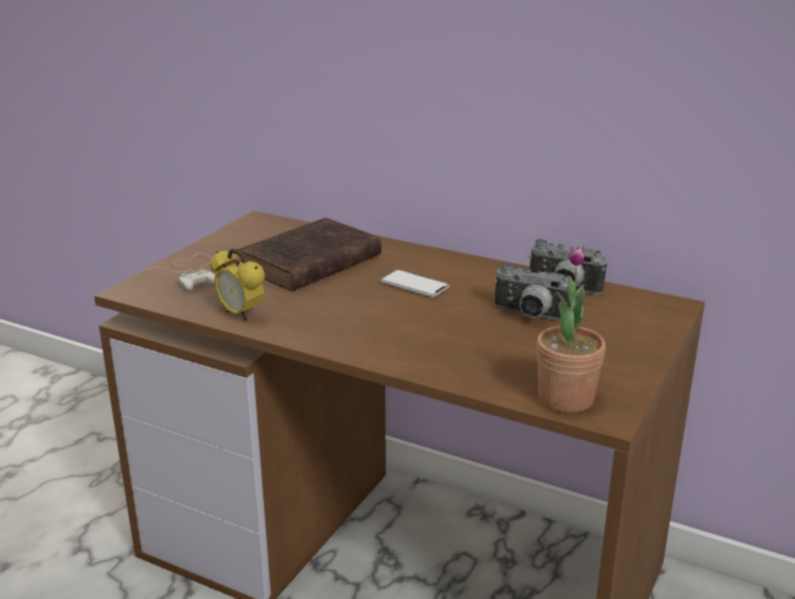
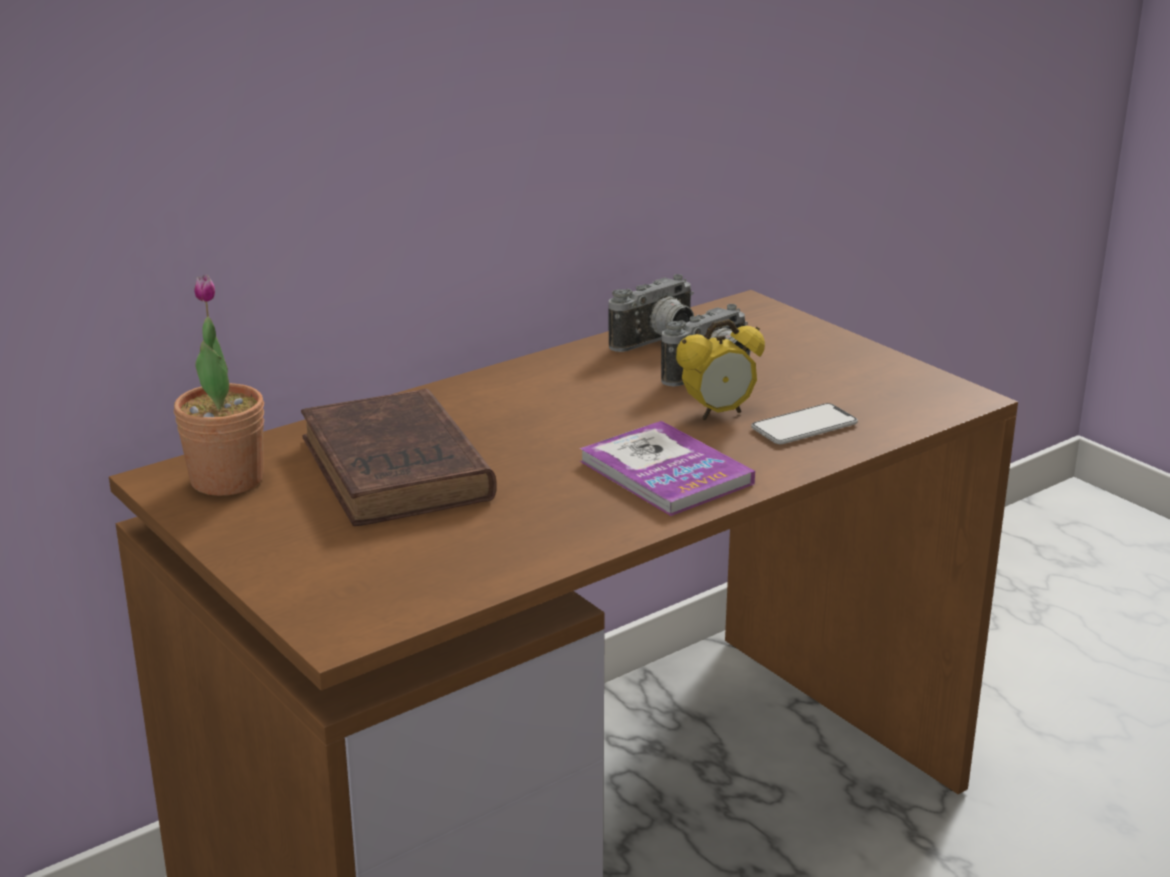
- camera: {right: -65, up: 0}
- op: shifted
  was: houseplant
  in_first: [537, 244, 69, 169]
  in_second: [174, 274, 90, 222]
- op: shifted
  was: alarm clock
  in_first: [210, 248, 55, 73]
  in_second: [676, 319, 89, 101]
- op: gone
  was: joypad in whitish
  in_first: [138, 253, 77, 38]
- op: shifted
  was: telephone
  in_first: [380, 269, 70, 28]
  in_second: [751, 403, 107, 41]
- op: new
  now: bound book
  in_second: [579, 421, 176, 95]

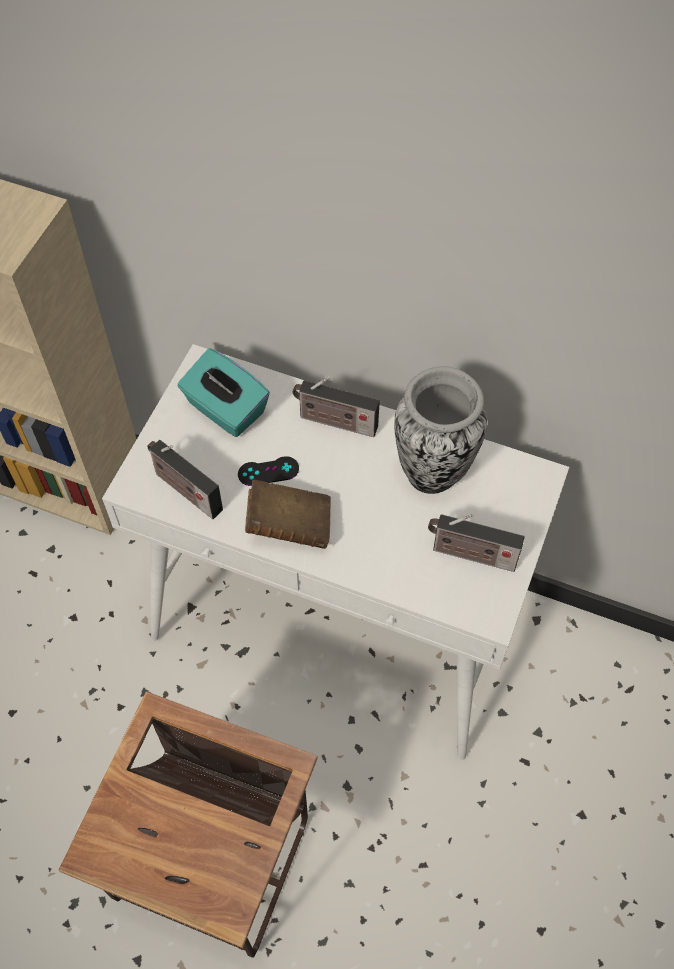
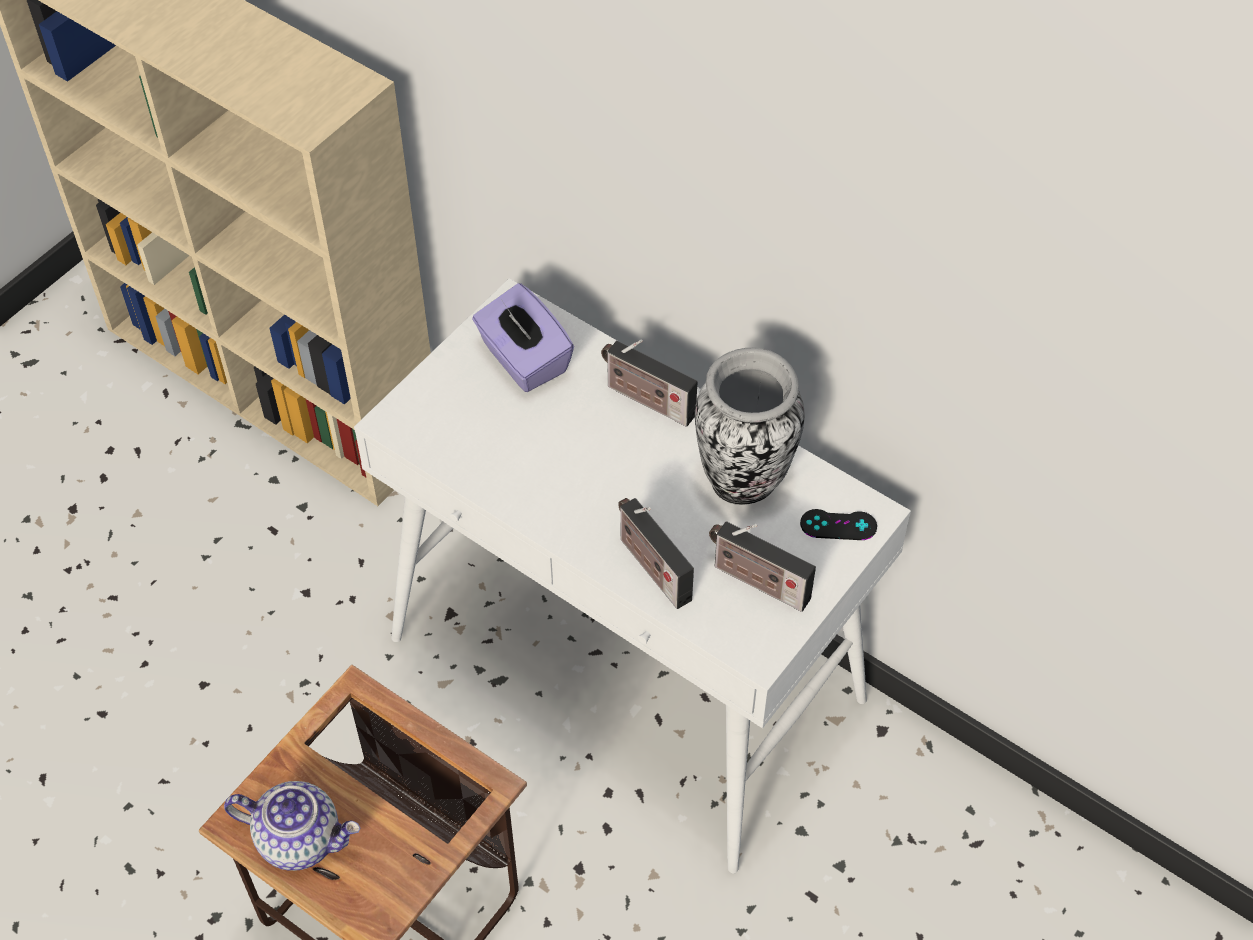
- camera: {right: 15, up: -5}
- op: repainted
  was: box of tissues in blue-green
  now: box of tissues in purple-coloured
  in_first: [177, 348, 93, 89]
  in_second: [472, 283, 102, 109]
- op: shifted
  was: radio
  in_first: [147, 440, 76, 79]
  in_second: [618, 498, 76, 111]
- op: shifted
  was: joypad in black-coloured
  in_first: [238, 456, 61, 30]
  in_second: [800, 509, 77, 31]
- op: gone
  was: bound book in brown
  in_first: [245, 479, 86, 70]
- op: new
  now: tea pot
  in_second: [224, 781, 137, 90]

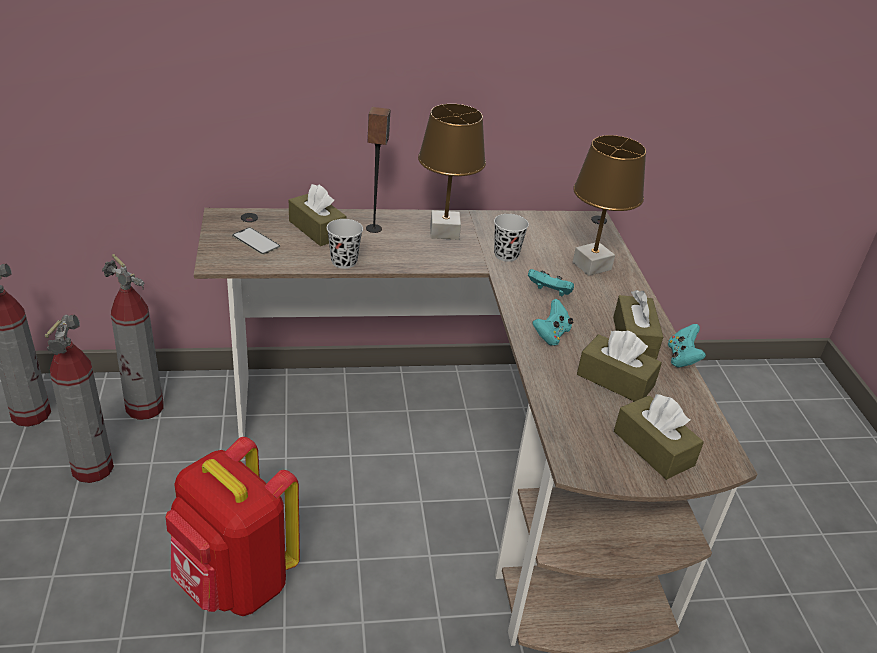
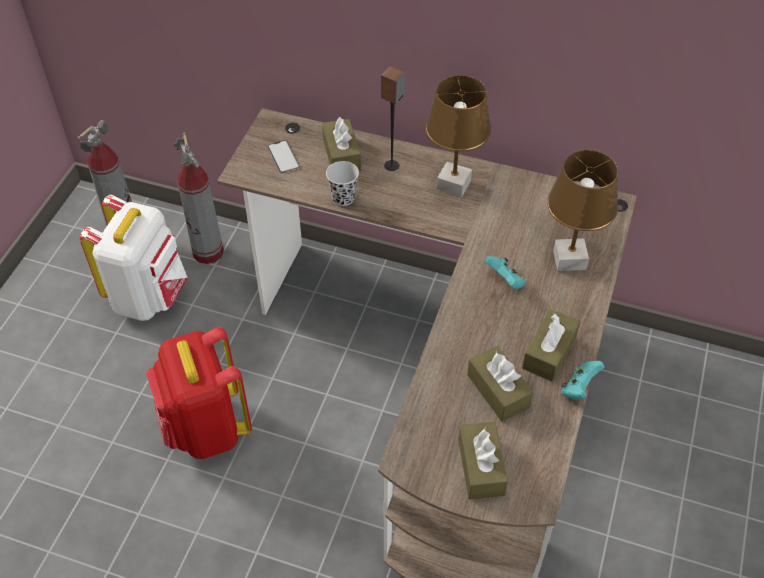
- camera: {right: 30, up: 15}
- op: gone
  was: cup in black-coloured
  in_first: [494, 214, 35, 48]
- op: gone
  was: joypad in blue-green
  in_first: [532, 299, 41, 47]
- op: swapped
  was: fire-fighting cylinder
  now: rucksack in whitish
  in_first: [45, 314, 69, 169]
  in_second: [80, 195, 108, 126]

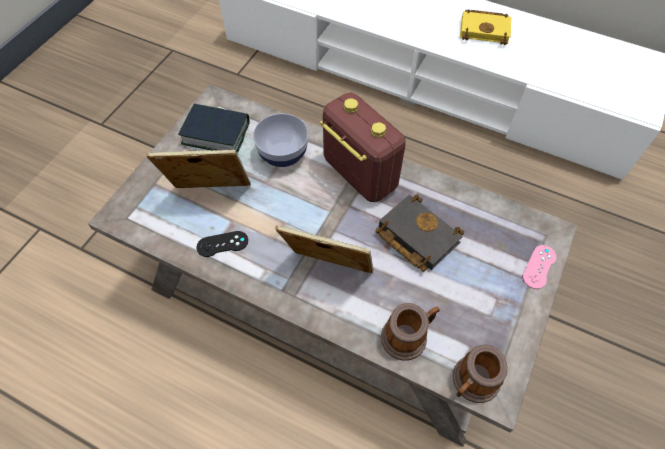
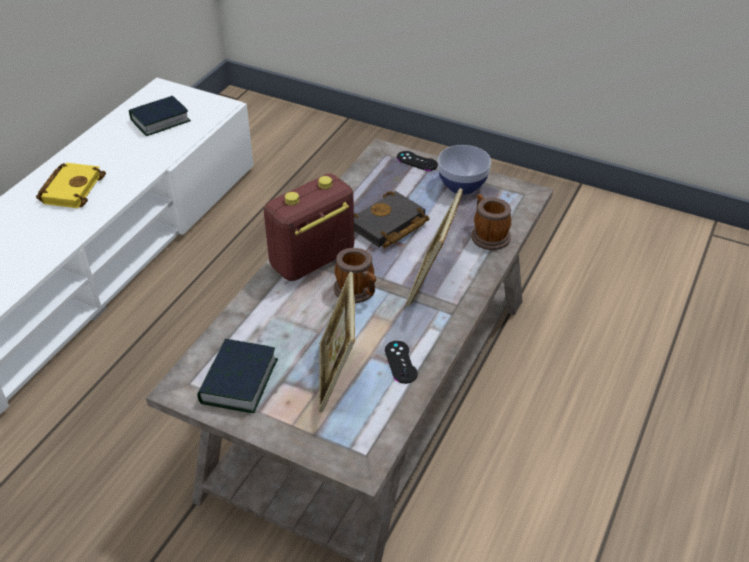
- camera: {right: -90, up: -15}
- op: shifted
  was: bowl
  in_first: [253, 114, 55, 53]
  in_second: [438, 145, 53, 50]
- op: repainted
  was: joypad in pink
  now: joypad in black-coloured
  in_first: [522, 245, 35, 44]
  in_second: [397, 151, 41, 20]
- op: shifted
  was: tea mug
  in_first: [453, 345, 54, 58]
  in_second: [334, 248, 42, 55]
- op: new
  now: bound book
  in_second: [129, 96, 62, 40]

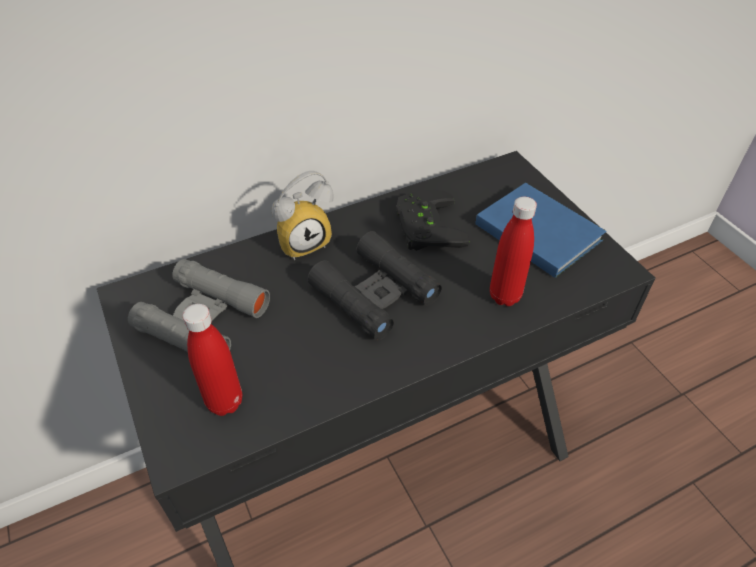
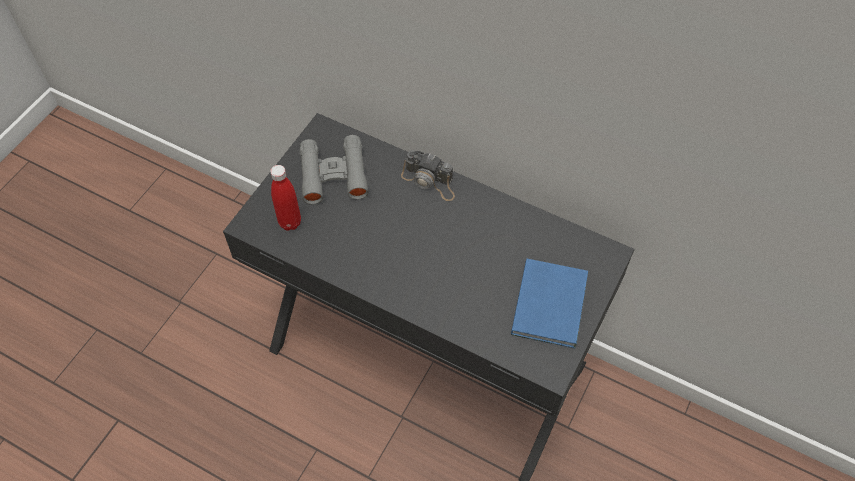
- camera: {right: 55, up: 10}
- op: swapped
  was: alarm clock
  now: photo camera
  in_first: [272, 171, 61, 89]
  in_second: [401, 150, 54, 51]
- op: gone
  was: joypad in black-coloured
  in_first: [397, 190, 73, 61]
- op: gone
  was: bottle in red
  in_first: [490, 197, 47, 109]
- op: gone
  was: pair of binoculars in black-coloured
  in_first: [308, 231, 134, 109]

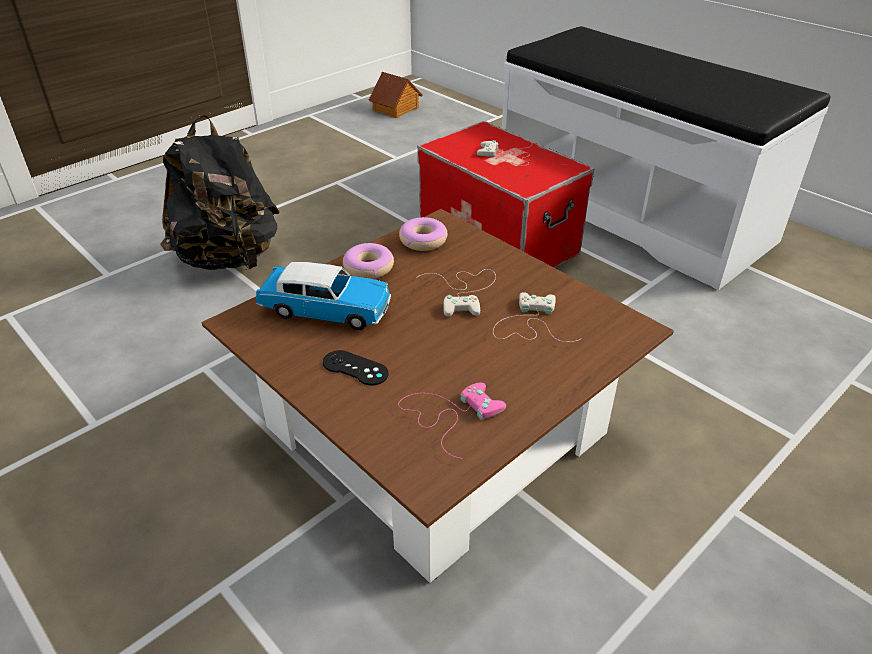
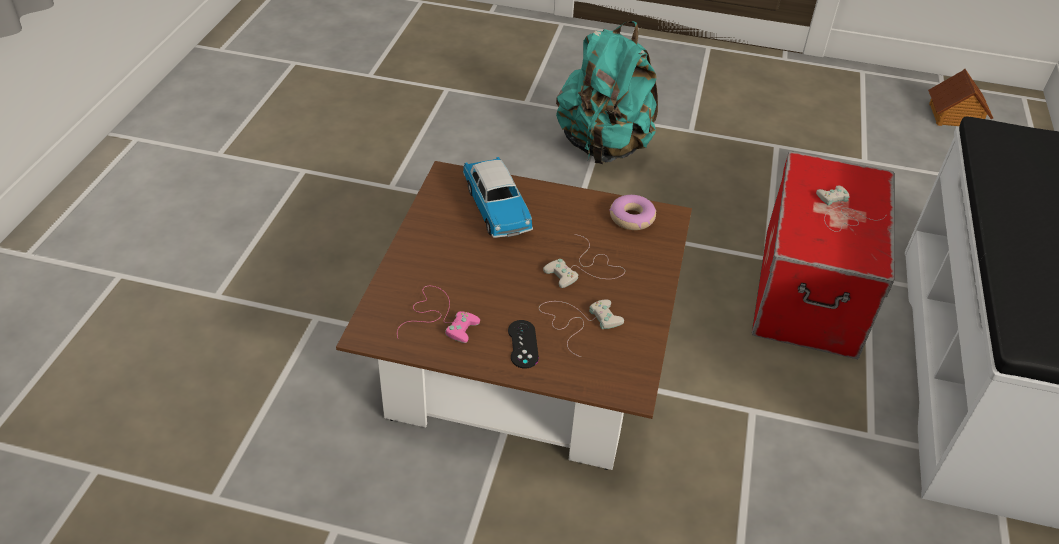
- camera: {right: 55, up: 5}
- op: repainted
  was: rucksack in black-coloured
  now: rucksack in blue-green
  in_first: [160, 115, 119, 155]
  in_second: [556, 21, 102, 143]
- op: gone
  was: doughnut
  in_first: [343, 243, 51, 36]
- op: shifted
  was: joypad in black-coloured
  in_first: [323, 350, 66, 35]
  in_second: [508, 320, 31, 49]

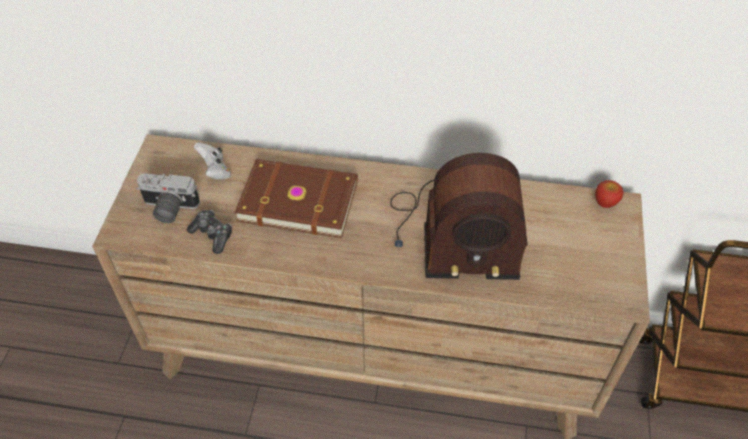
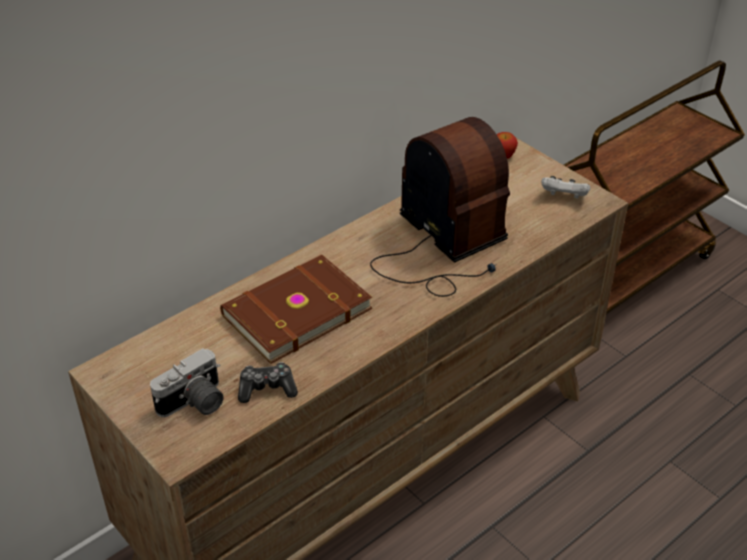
- camera: {right: -50, up: -10}
- op: shifted
  was: joypad in whitish
  in_first: [194, 142, 37, 37]
  in_second: [541, 176, 50, 23]
- op: rotated
  was: radio
  in_first: [390, 153, 138, 127]
  in_second: [370, 117, 140, 180]
  clockwise: -75

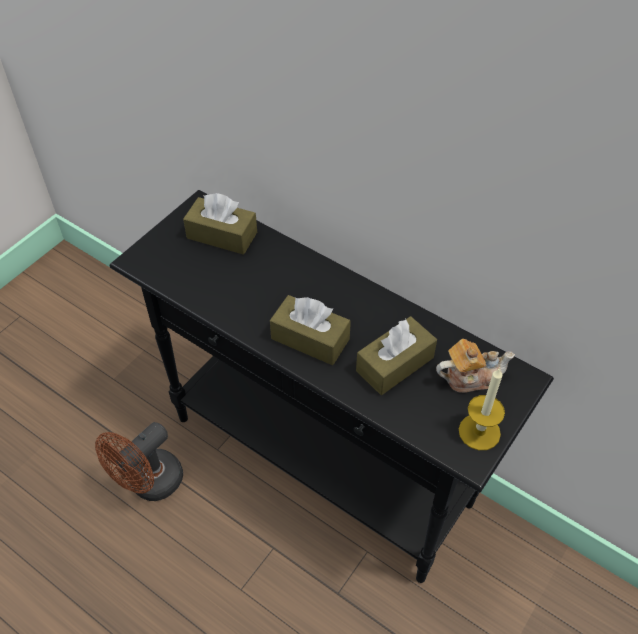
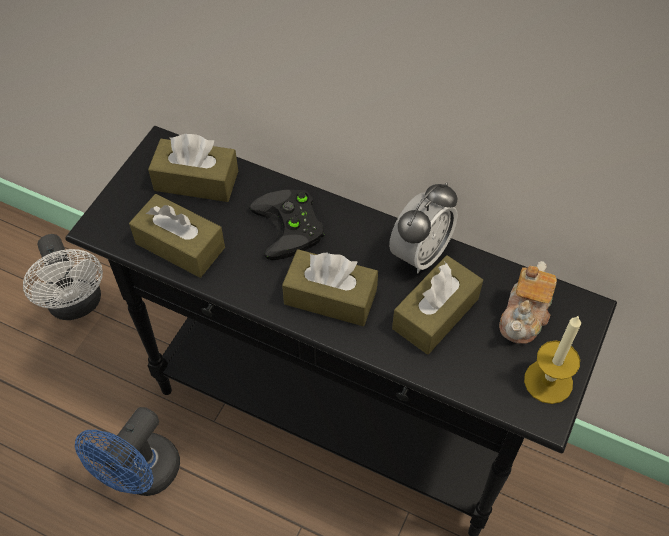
- camera: {right: -10, up: 5}
- op: rotated
  was: tea pot
  in_first: [436, 339, 79, 54]
  in_second: [499, 261, 58, 83]
  clockwise: 135
- op: repainted
  was: fan in brown
  now: fan in blue-coloured
  in_first: [95, 422, 88, 79]
  in_second: [75, 407, 105, 89]
- op: new
  now: alarm clock
  in_second: [389, 183, 69, 90]
- op: new
  now: joypad in black-coloured
  in_second: [249, 190, 75, 70]
- op: new
  now: box of tissues in brown
  in_second: [129, 194, 96, 84]
- op: new
  now: fan in whitish
  in_second: [23, 234, 80, 86]

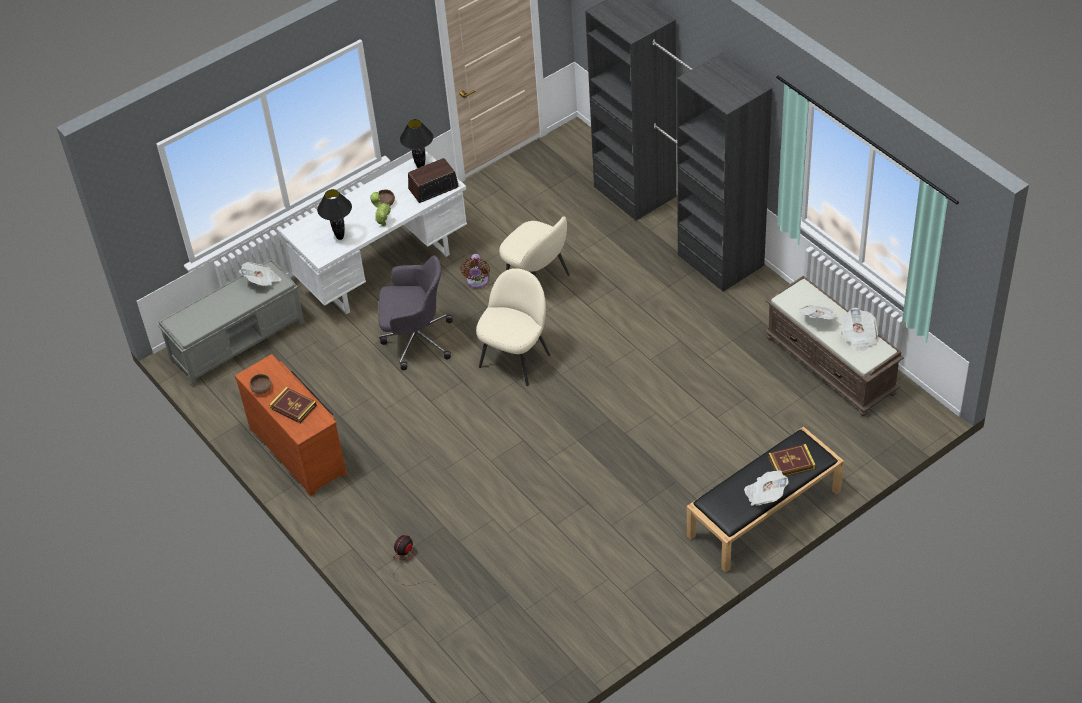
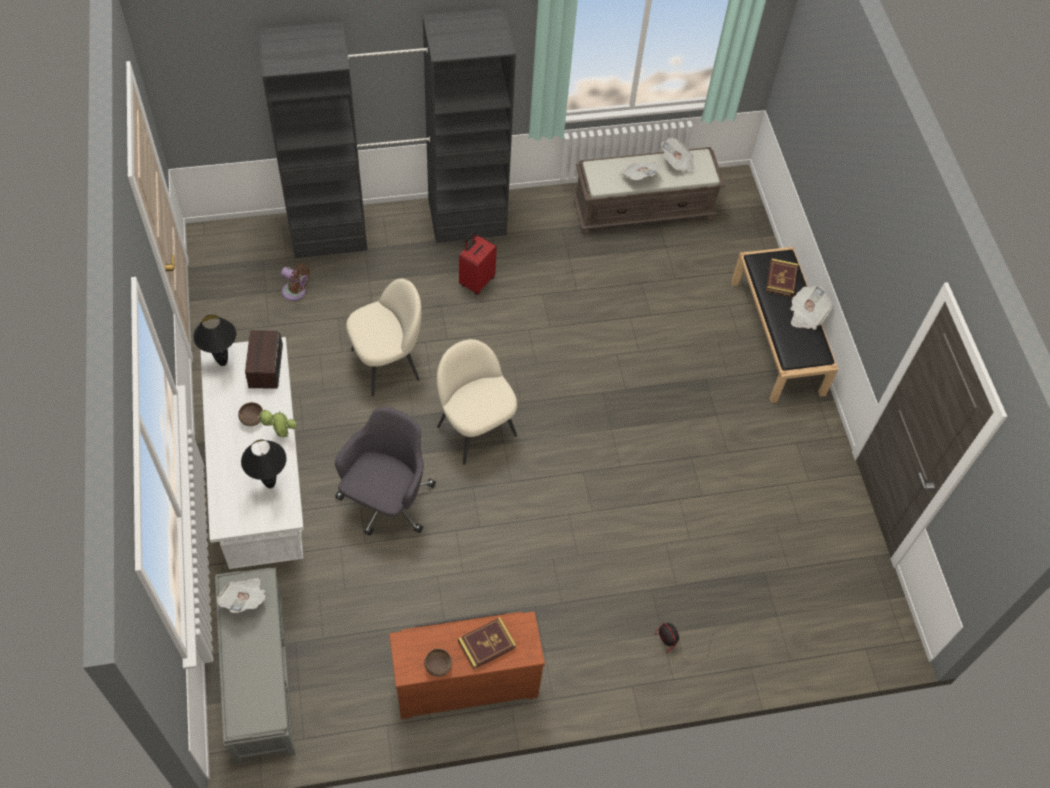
- camera: {right: -70, up: 10}
- op: shifted
  was: fan in brown
  in_first: [460, 254, 30, 34]
  in_second: [281, 264, 30, 37]
- op: new
  now: piece of luggage in red
  in_second: [459, 232, 38, 63]

